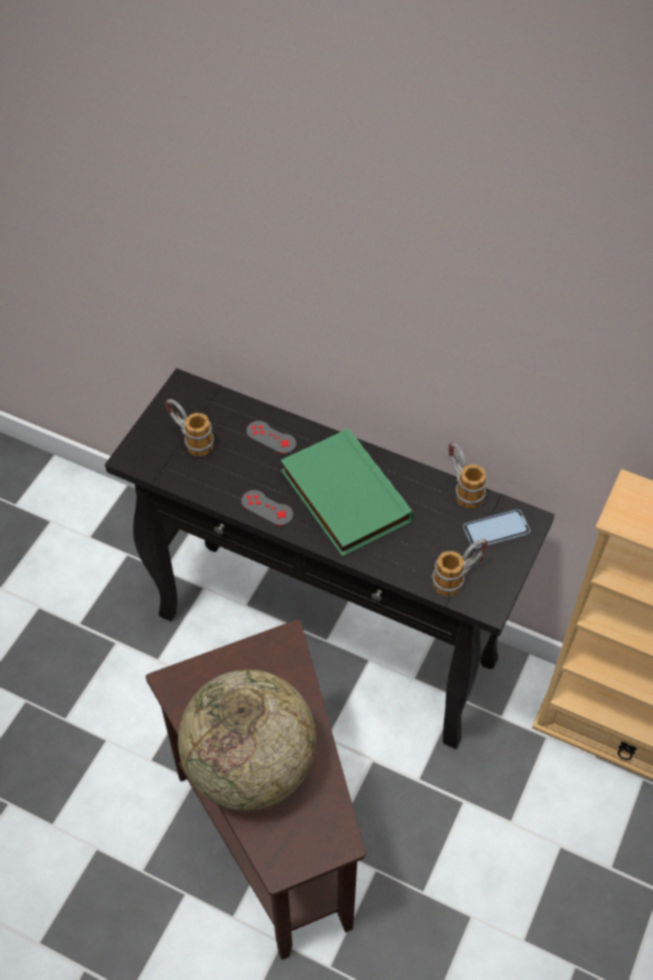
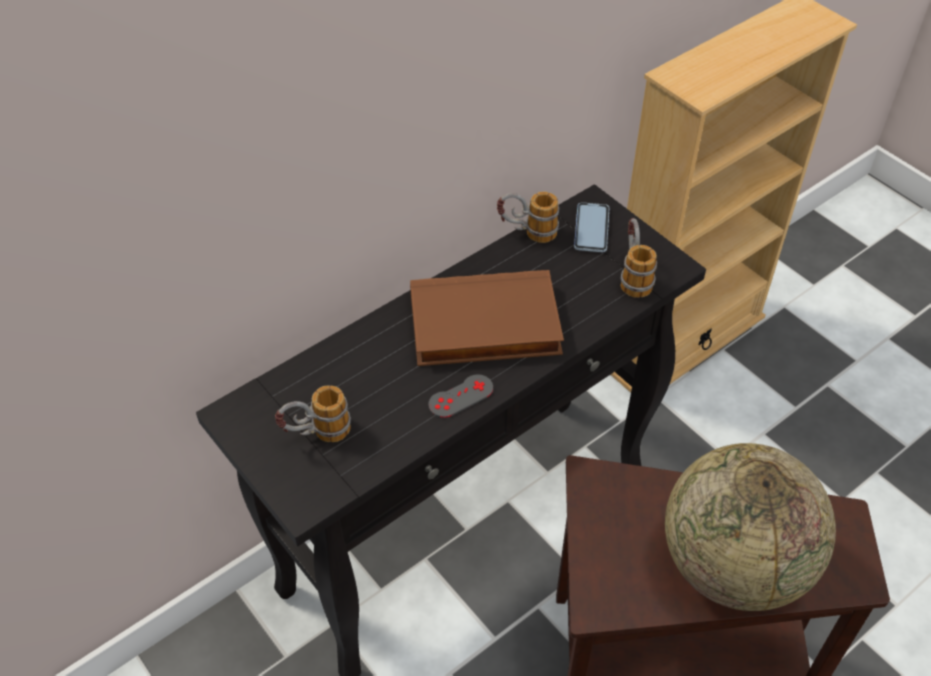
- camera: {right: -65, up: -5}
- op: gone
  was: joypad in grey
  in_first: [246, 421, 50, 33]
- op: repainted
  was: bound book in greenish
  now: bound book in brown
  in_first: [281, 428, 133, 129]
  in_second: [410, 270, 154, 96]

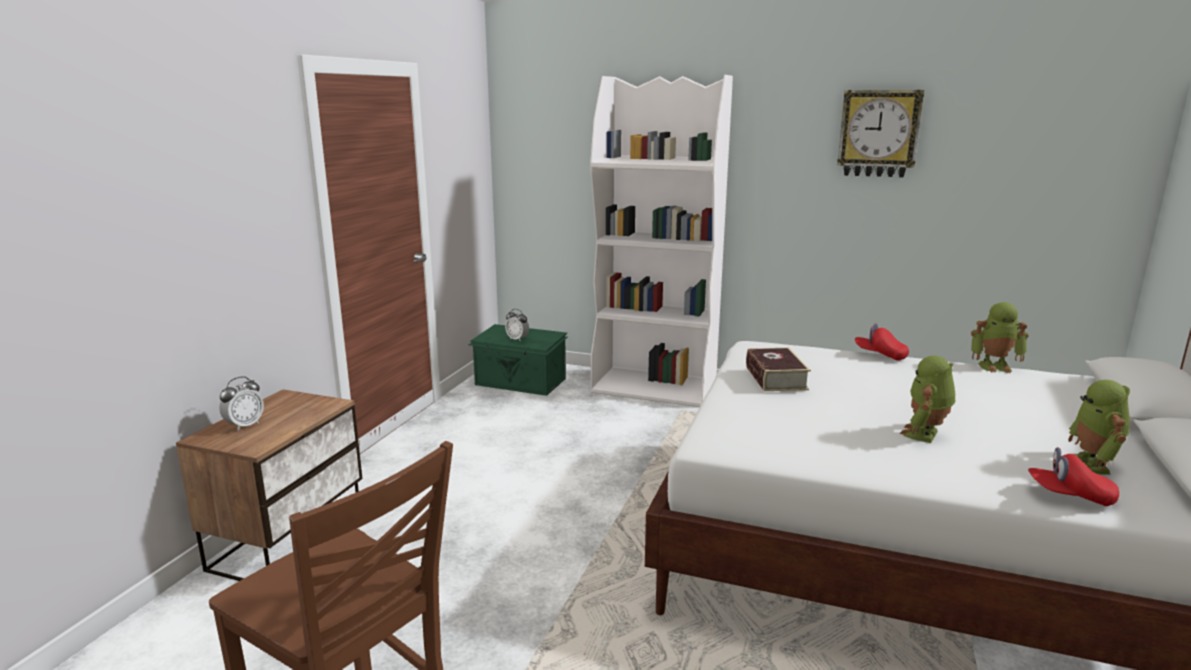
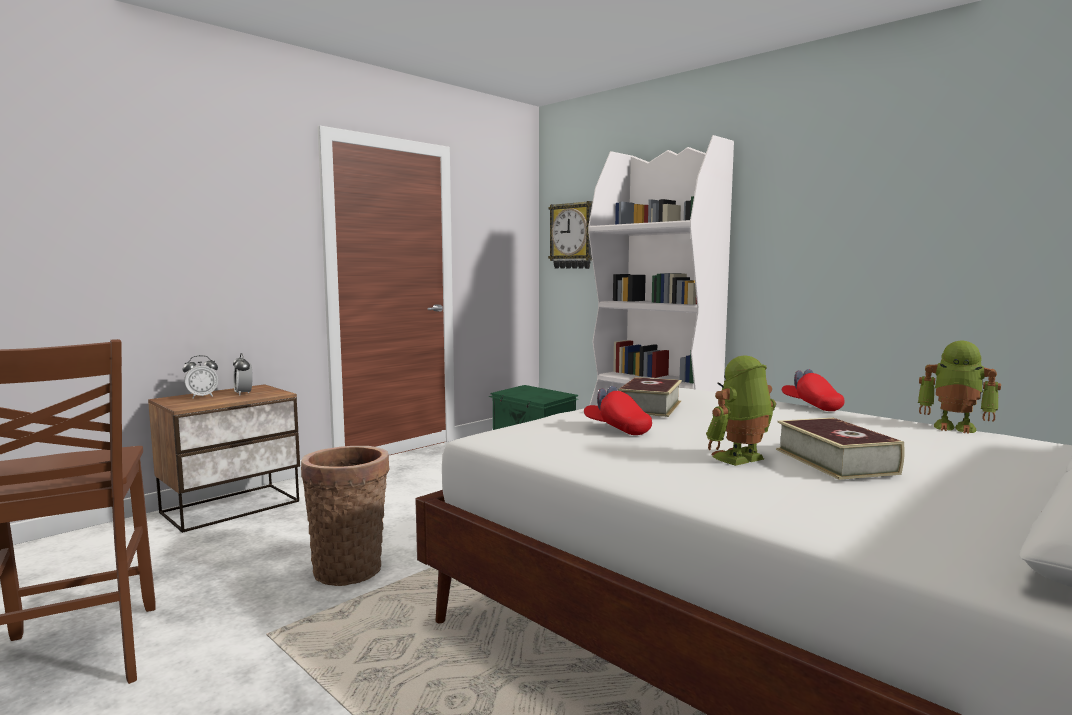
- camera: {right: 25, up: -10}
- op: shifted
  was: wall clock
  in_first: [837, 90, 87, 87]
  in_second: [548, 201, 45, 68]
- op: shifted
  was: alarm clock
  in_first: [505, 309, 24, 33]
  in_second: [233, 353, 20, 43]
- op: gone
  was: toy robot
  in_first: [1068, 380, 62, 95]
- op: shifted
  was: peaked cap in red
  in_first: [1028, 447, 91, 59]
  in_second: [584, 386, 68, 49]
- op: new
  now: bound book
  in_second: [776, 418, 129, 62]
- op: new
  now: basket
  in_second: [301, 446, 88, 140]

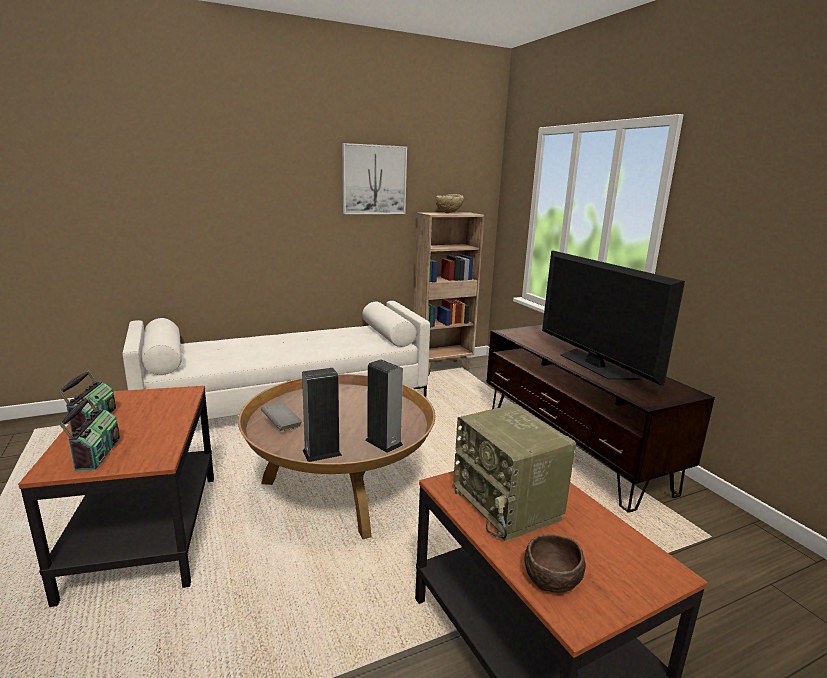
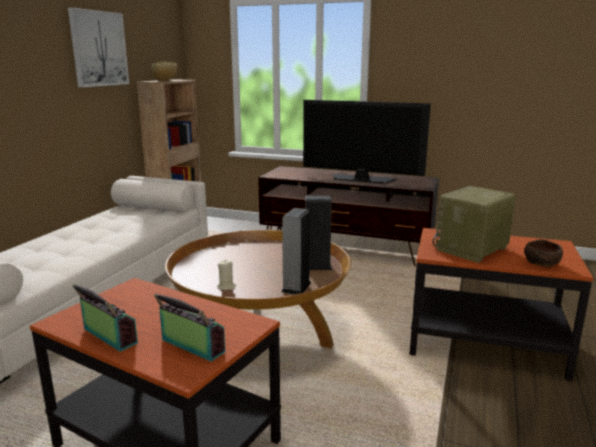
- camera: {right: -45, up: 0}
- op: swapped
  was: bound book in grey
  now: wax light in sand-coloured
  in_first: [261, 402, 41, 29]
  in_second: [217, 260, 19, 30]
- op: rotated
  was: radio
  in_first: [453, 404, 123, 137]
  in_second: [433, 186, 83, 77]
  clockwise: 120

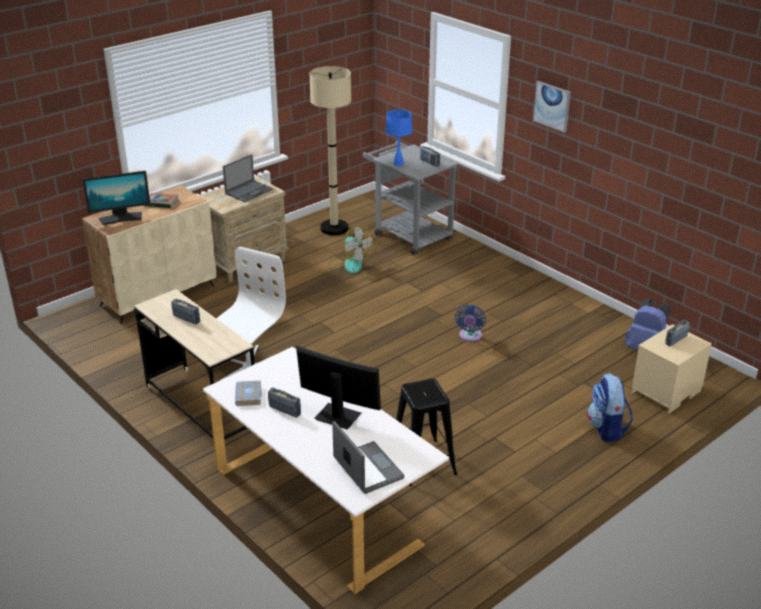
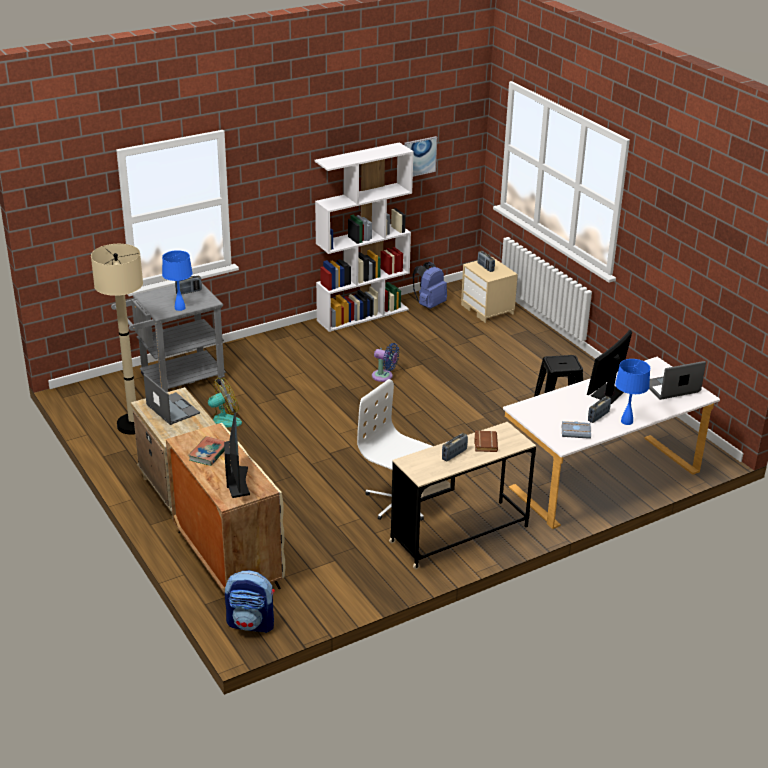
- camera: {right: -80, up: 0}
- op: shifted
  was: wall art
  in_first: [533, 81, 38, 52]
  in_second: [404, 136, 33, 41]
- op: shifted
  was: rucksack
  in_first: [587, 373, 46, 69]
  in_second: [225, 570, 50, 63]
- op: new
  now: bookshelf in whitish
  in_second: [315, 142, 99, 190]
- op: new
  now: lamp for a table in blue-coloured
  in_second: [615, 359, 35, 66]
- op: new
  now: bound book in brown
  in_second: [474, 431, 24, 21]

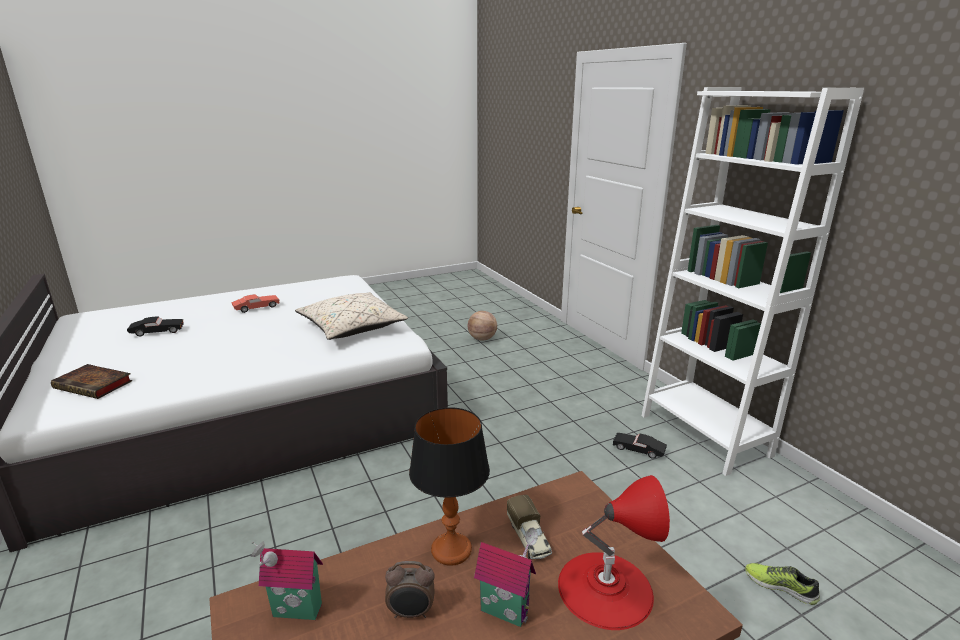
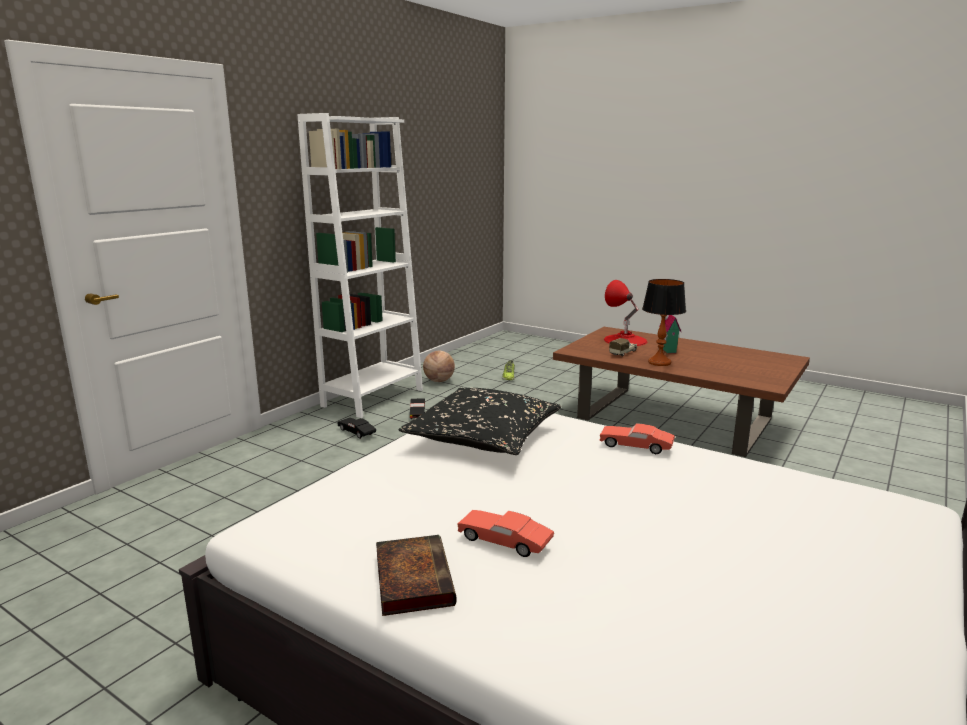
- camera: {right: -120, up: -5}
- op: repainted
  was: cushion in sand-coloured
  now: cushion in black-coloured
  in_first: [295, 292, 113, 48]
  in_second: [398, 388, 163, 67]
- op: shifted
  was: basketball ball
  in_first: [468, 311, 29, 30]
  in_second: [423, 351, 32, 31]
- op: shifted
  was: model car in black-coloured
  in_first: [127, 316, 57, 20]
  in_second: [337, 418, 39, 21]
- op: shifted
  was: bound book
  in_first: [51, 364, 81, 35]
  in_second: [376, 535, 81, 81]
- op: gone
  was: model house
  in_first: [251, 541, 72, 79]
- op: gone
  was: alarm clock
  in_first: [385, 561, 50, 57]
- op: new
  now: model car in red
  in_second: [600, 423, 75, 31]

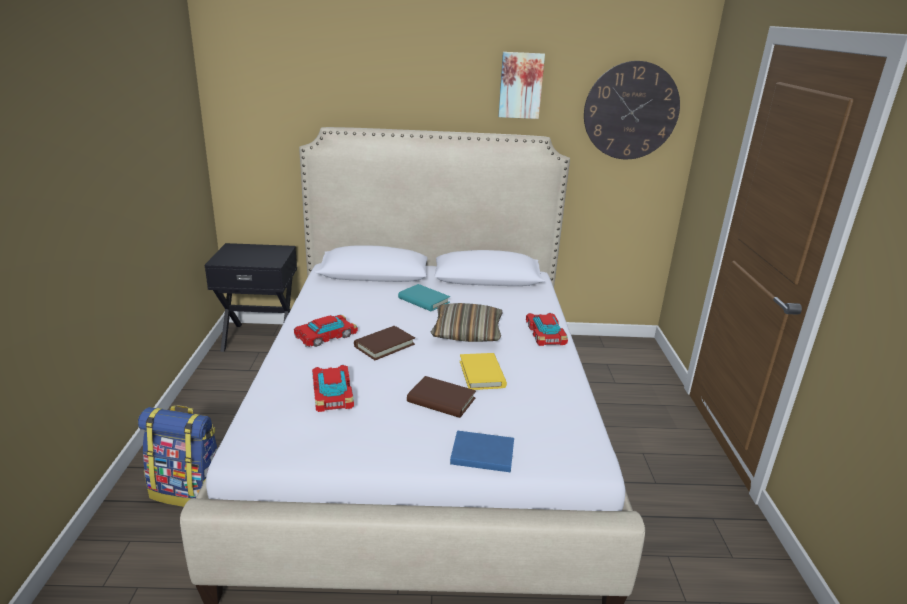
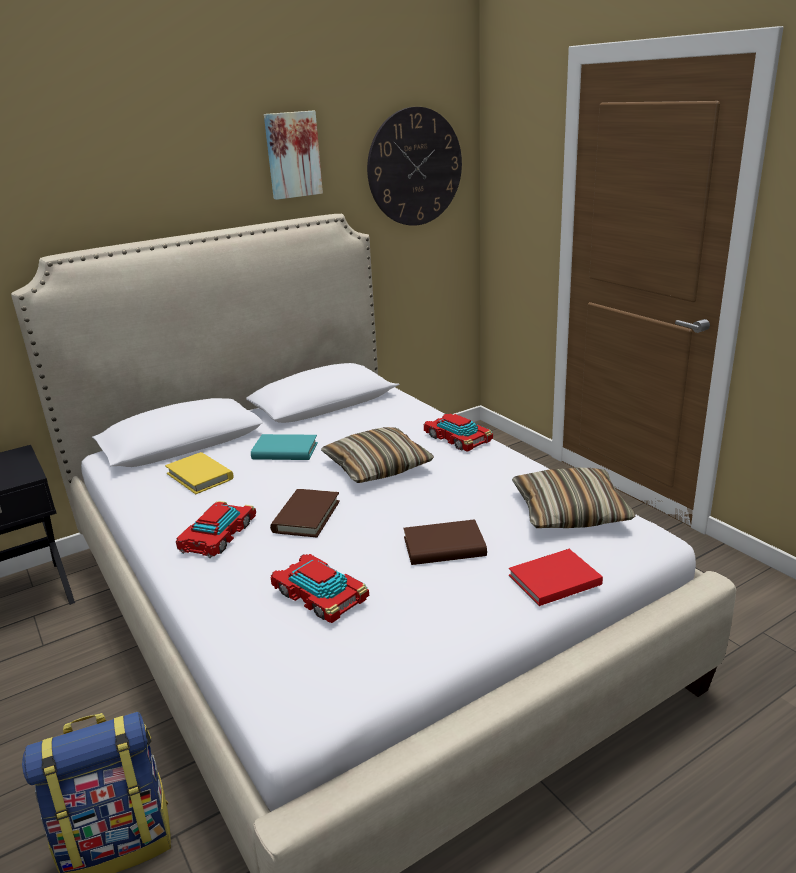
- camera: {right: -30, up: 0}
- op: shifted
  was: bound book in yellow-coloured
  in_first: [460, 353, 47, 37]
  in_second: [165, 452, 69, 42]
- op: repainted
  was: bound book in blue-coloured
  now: bound book in red
  in_first: [450, 430, 64, 43]
  in_second: [509, 549, 94, 57]
- op: new
  now: cushion
  in_second: [512, 468, 124, 60]

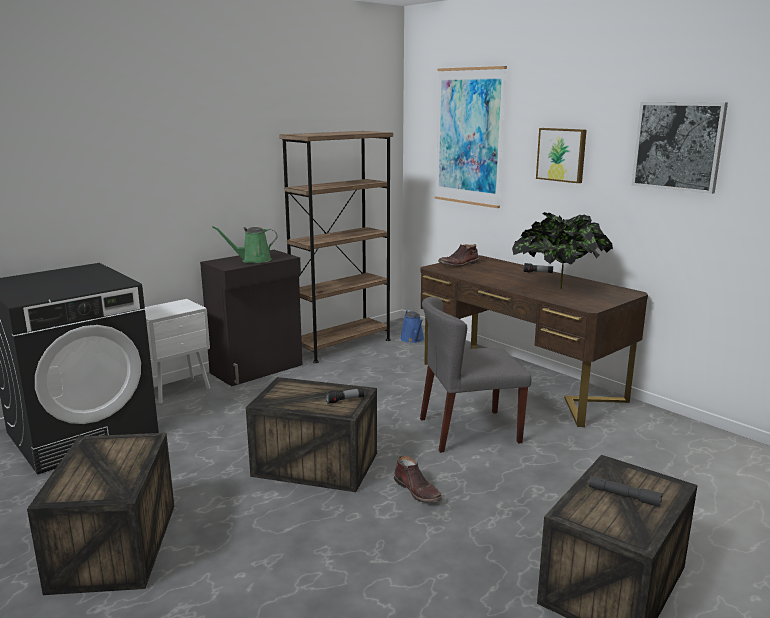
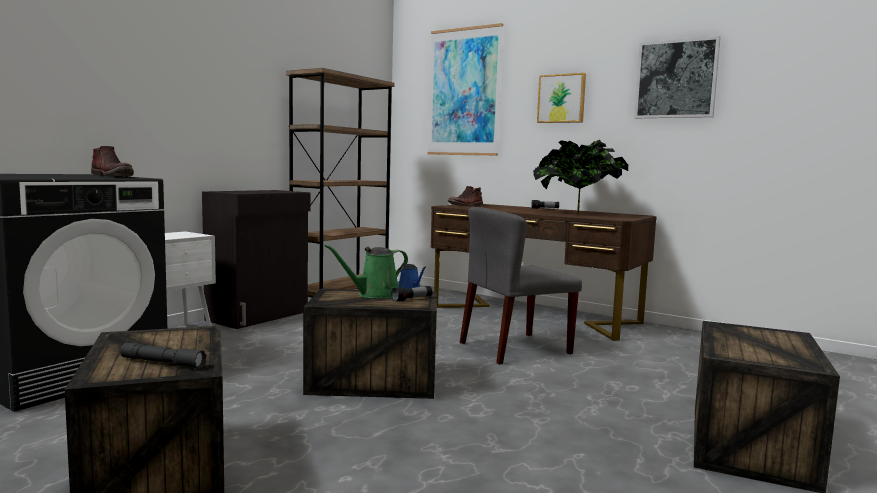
- camera: {right: -15, up: -10}
- op: shifted
  was: sprinkling can in greenish
  in_first: [212, 226, 66, 37]
  in_second: [325, 245, 83, 53]
- op: shifted
  was: boot in brown
  in_first: [394, 456, 48, 47]
  in_second: [91, 146, 43, 30]
- op: shifted
  was: hand torch in grey
  in_first: [589, 476, 74, 31]
  in_second: [120, 343, 87, 26]

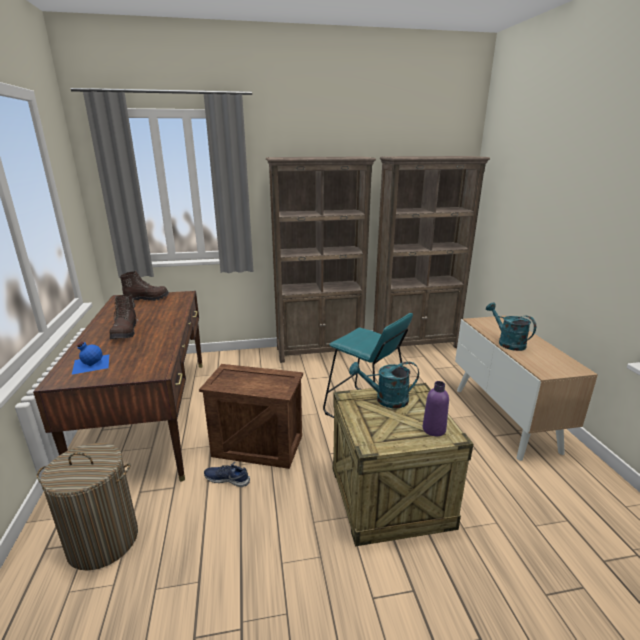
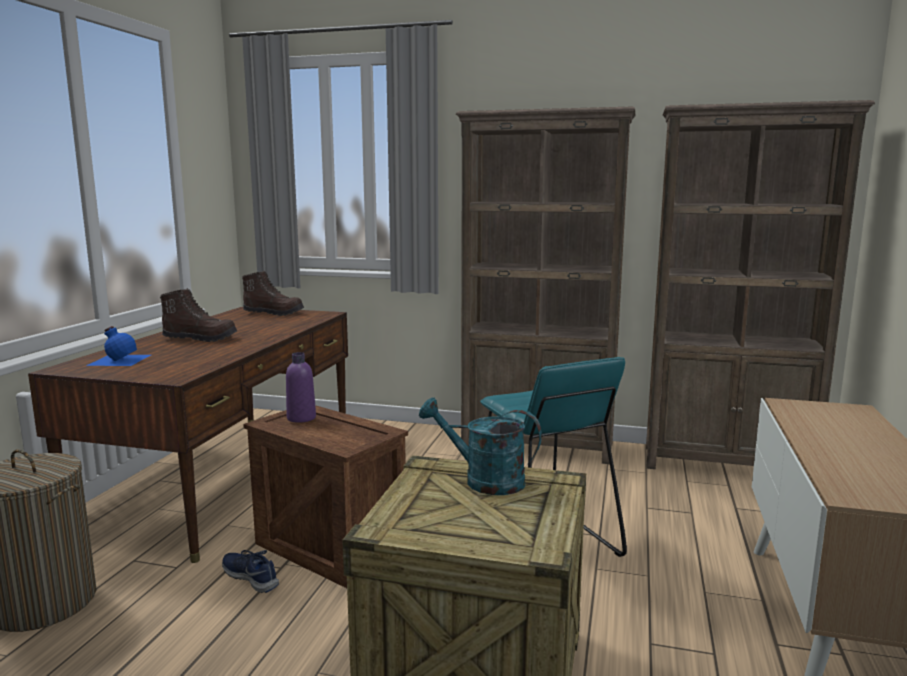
- camera: {right: 25, up: -10}
- op: rotated
  was: boot in brown
  in_first: [110, 294, 28, 45]
  in_second: [160, 288, 77, 54]
  clockwise: -105
- op: gone
  was: sprinkling can in blue-green
  in_first: [486, 303, 50, 48]
- op: shifted
  was: bottle in purple-coloured
  in_first: [422, 381, 27, 55]
  in_second: [286, 352, 30, 71]

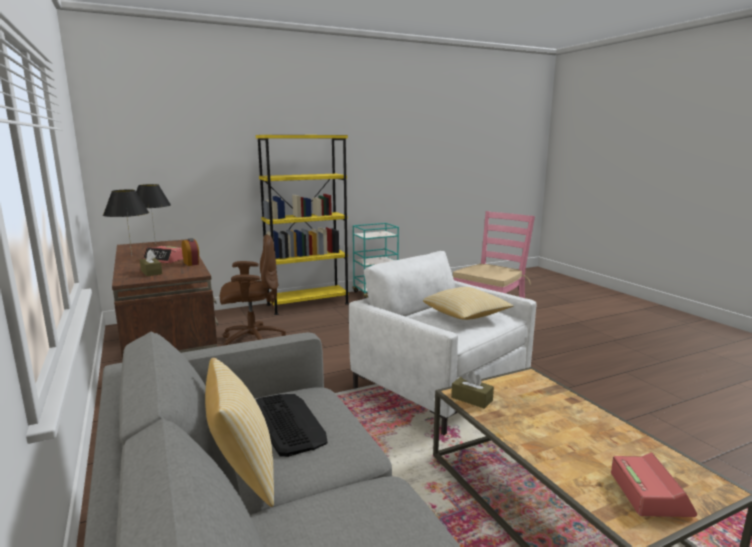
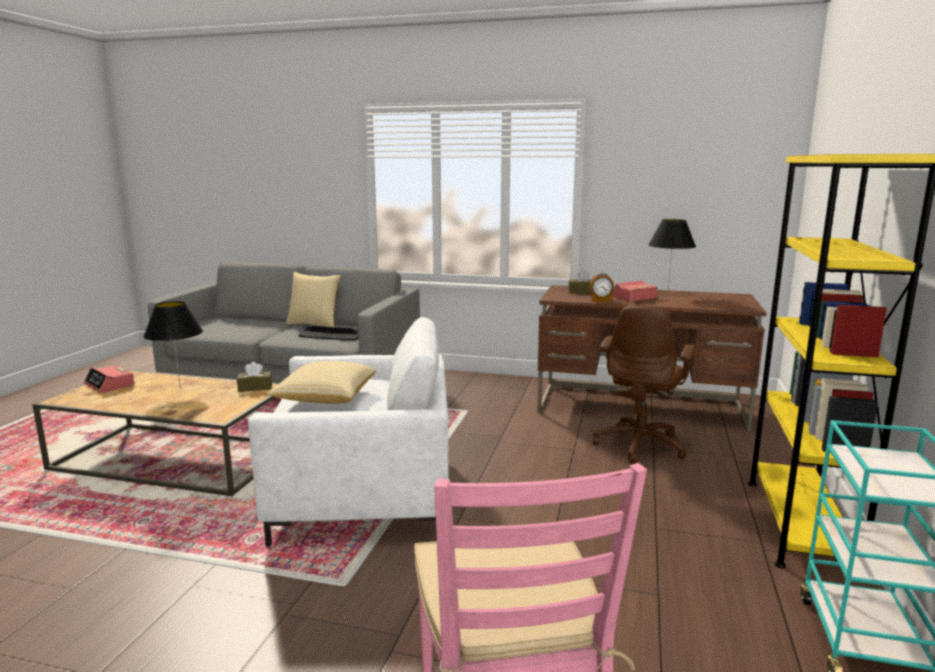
- camera: {right: 130, up: 0}
- op: shifted
  was: lamp for a table in black-coloured
  in_first: [136, 184, 35, 60]
  in_second: [143, 301, 60, 87]

